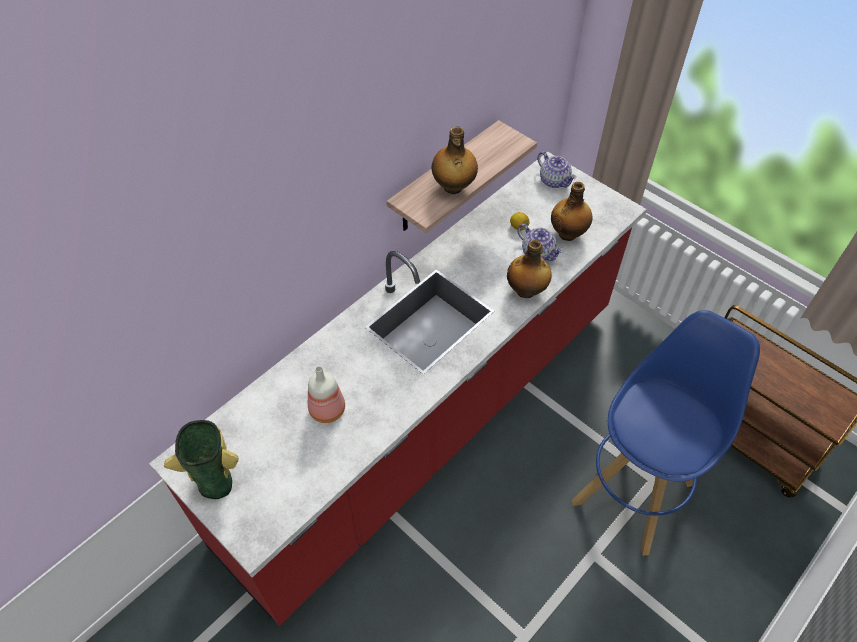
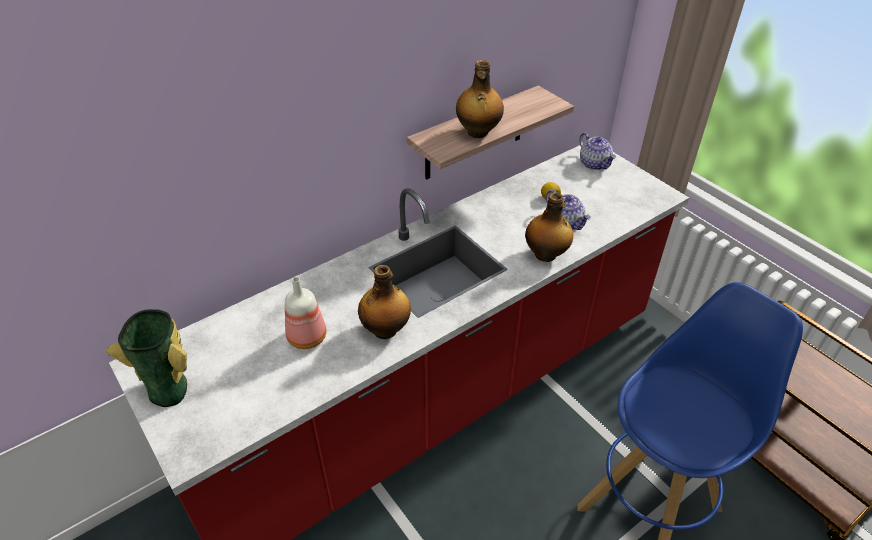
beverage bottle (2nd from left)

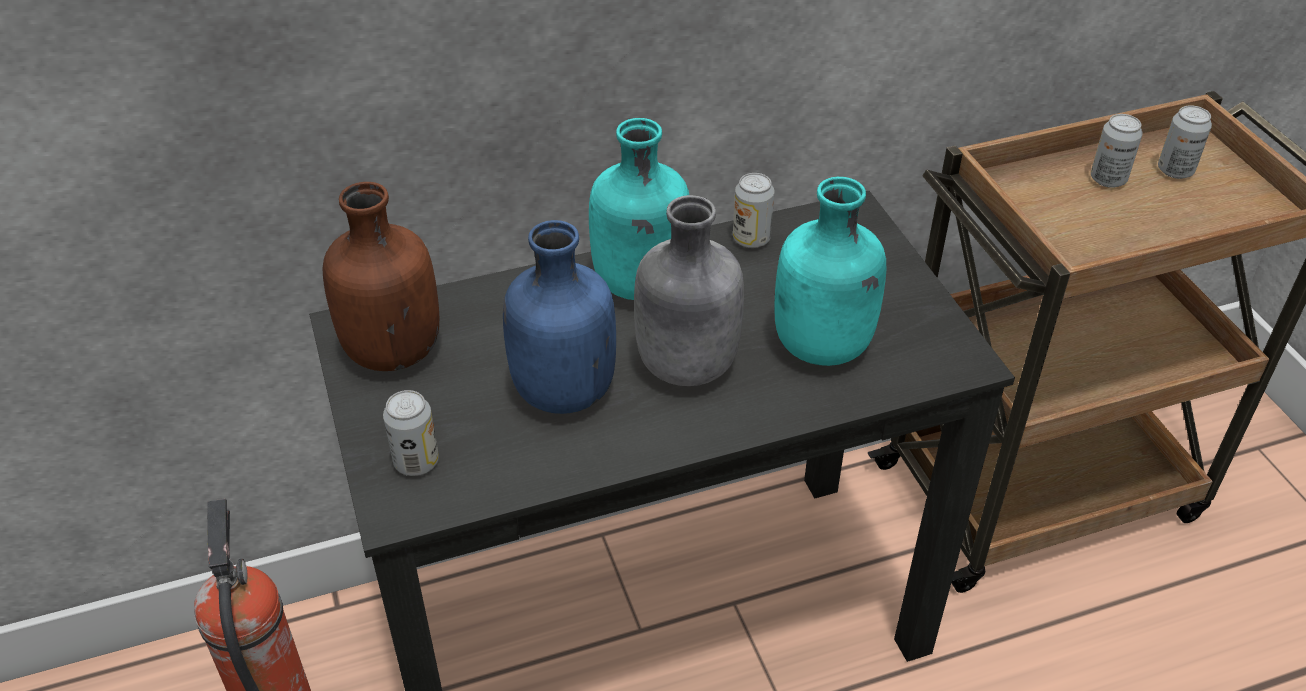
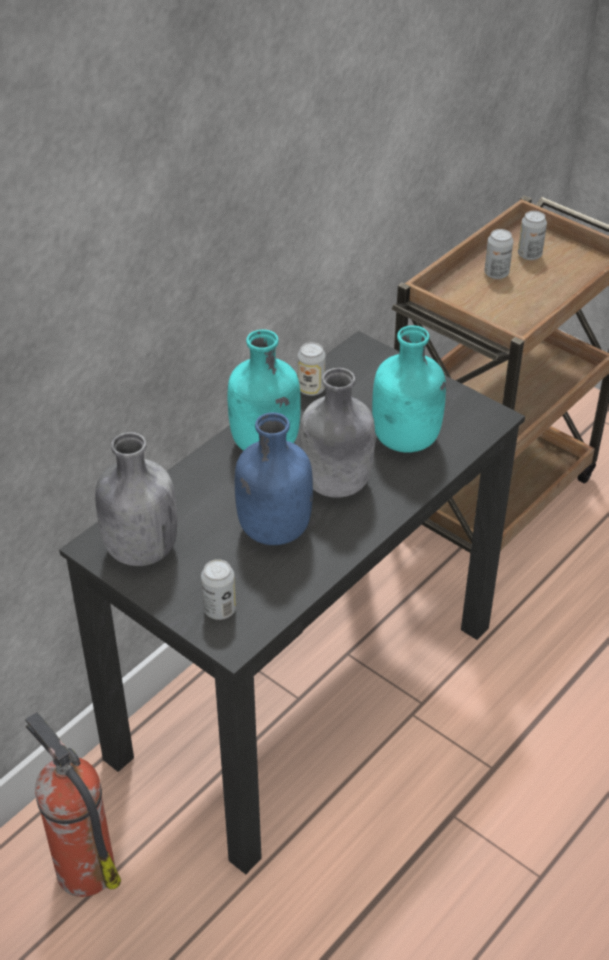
greyish beverage bottle (1st from left)

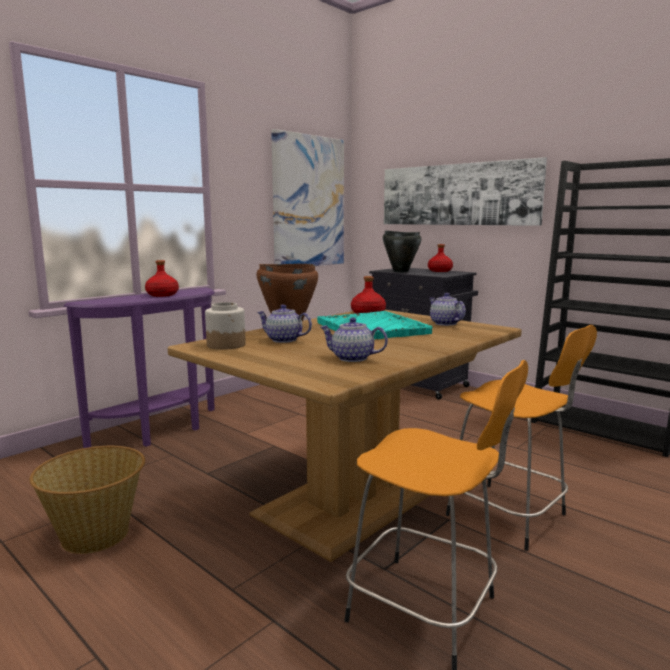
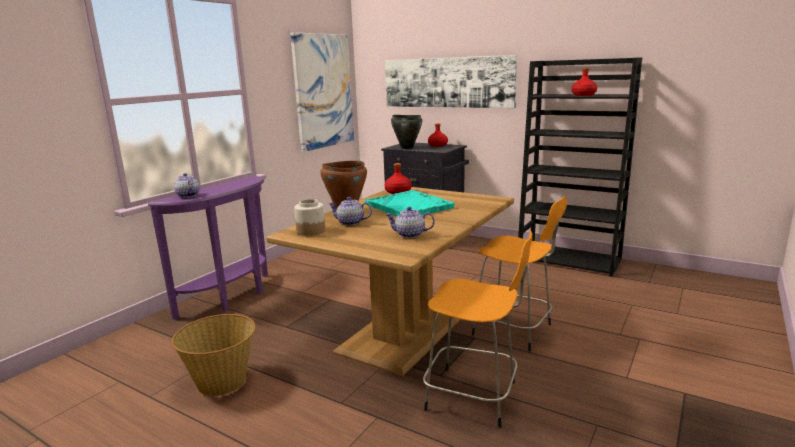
teapot (1st from left)
red beverage bottle (3rd from left)

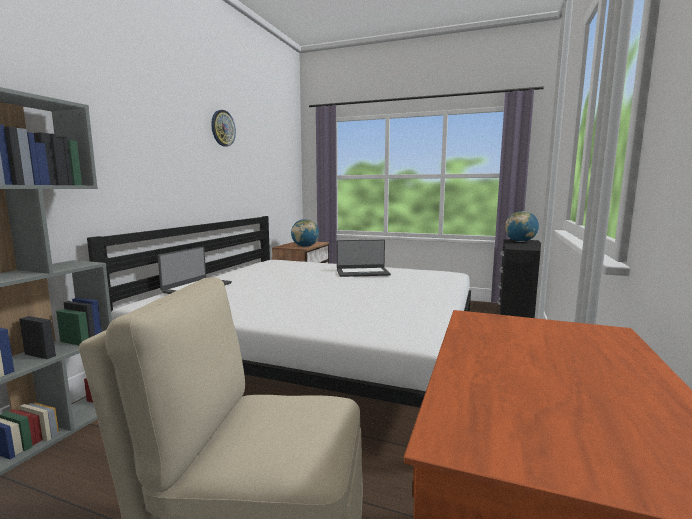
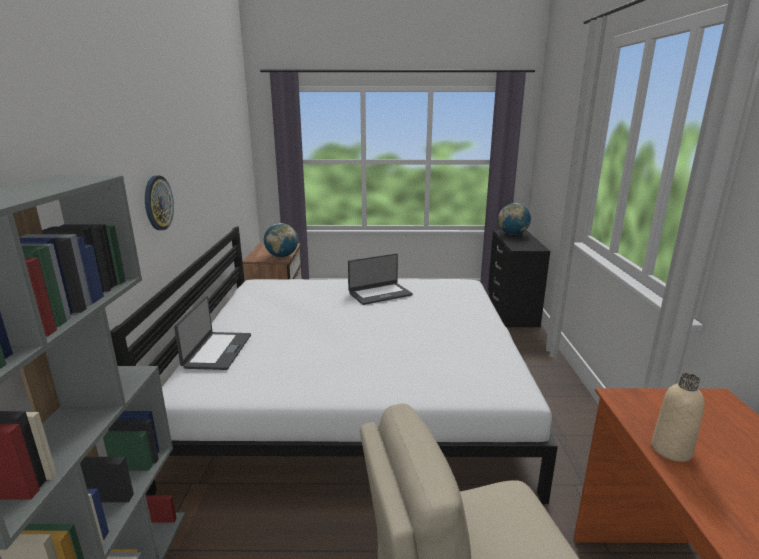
hanging clock
sand-coloured beverage bottle

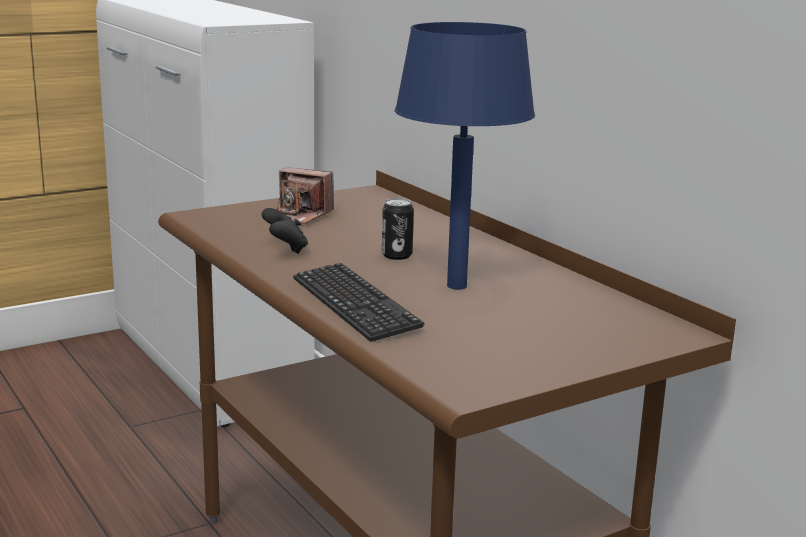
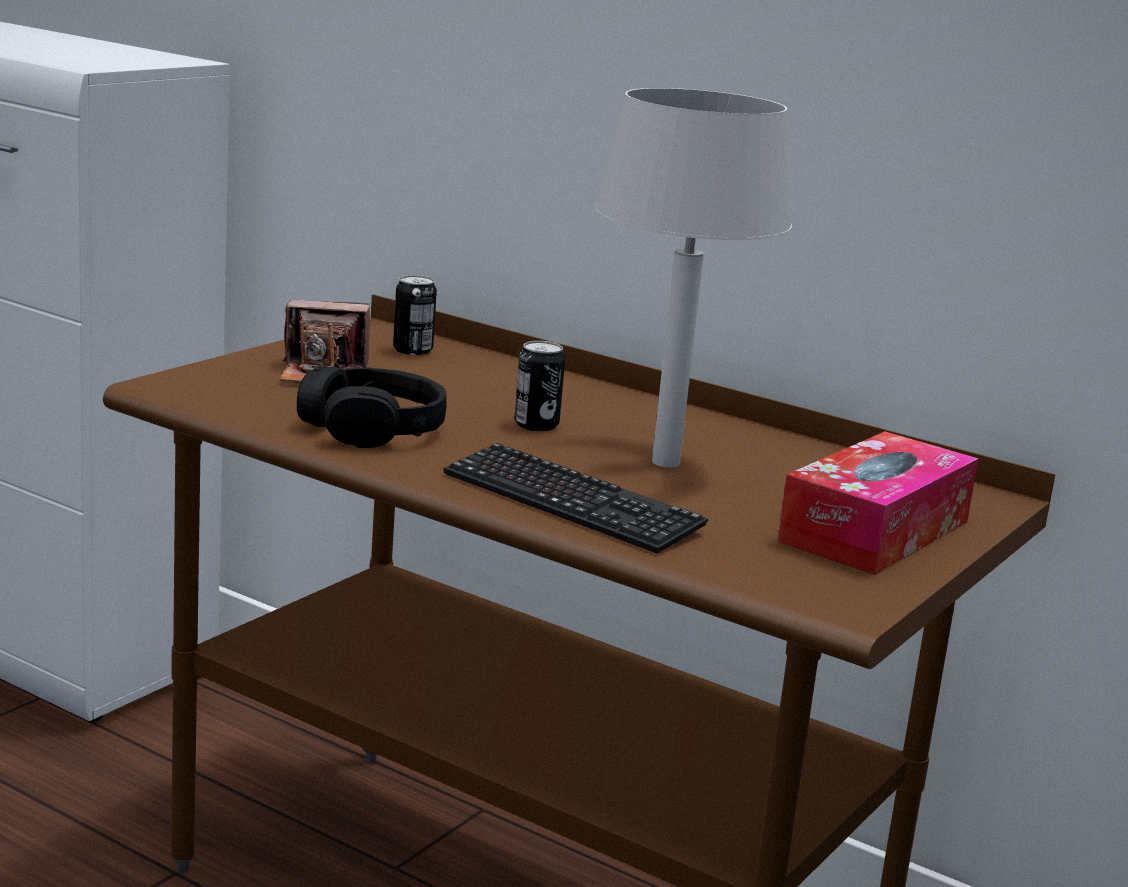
blackish headset
metal can (1st from left)
greyish table lamp
tissue holder

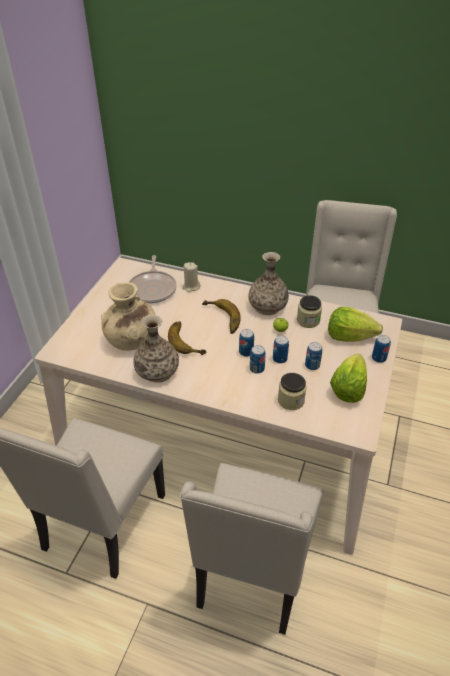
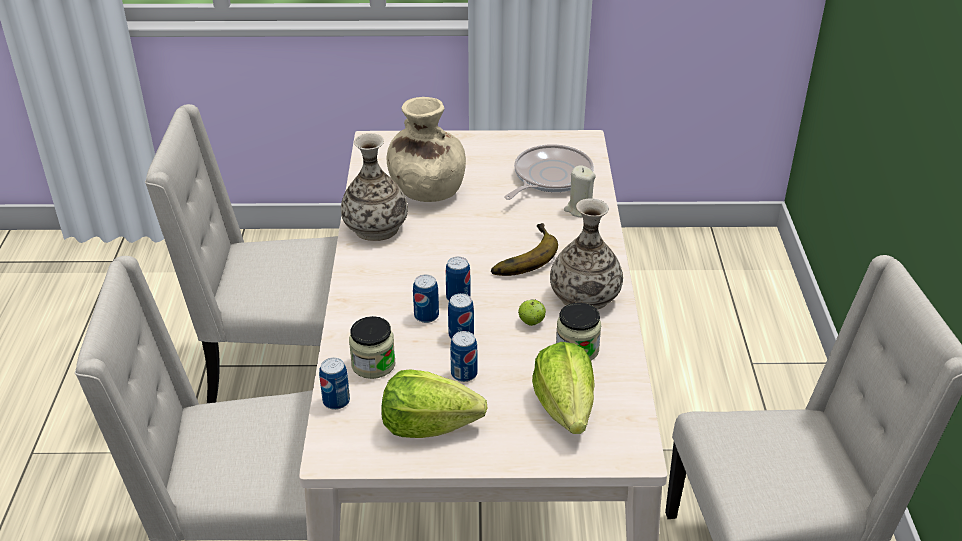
metal can (1st from left)
frying pan
banana fruit (1st from left in the first image)

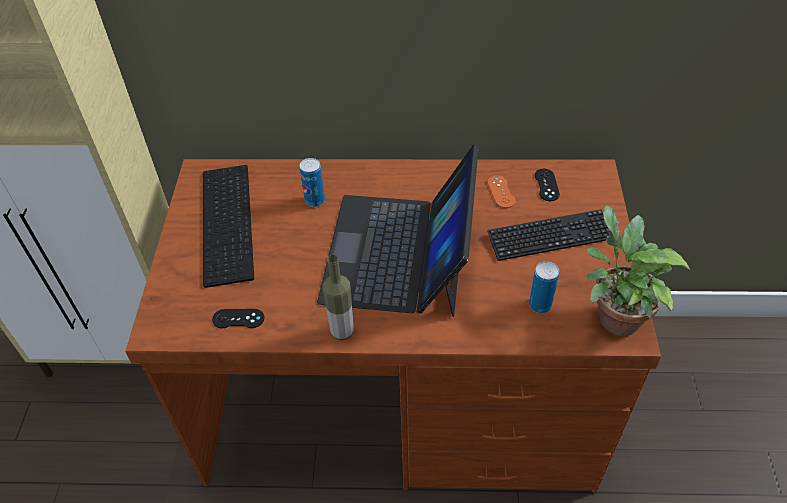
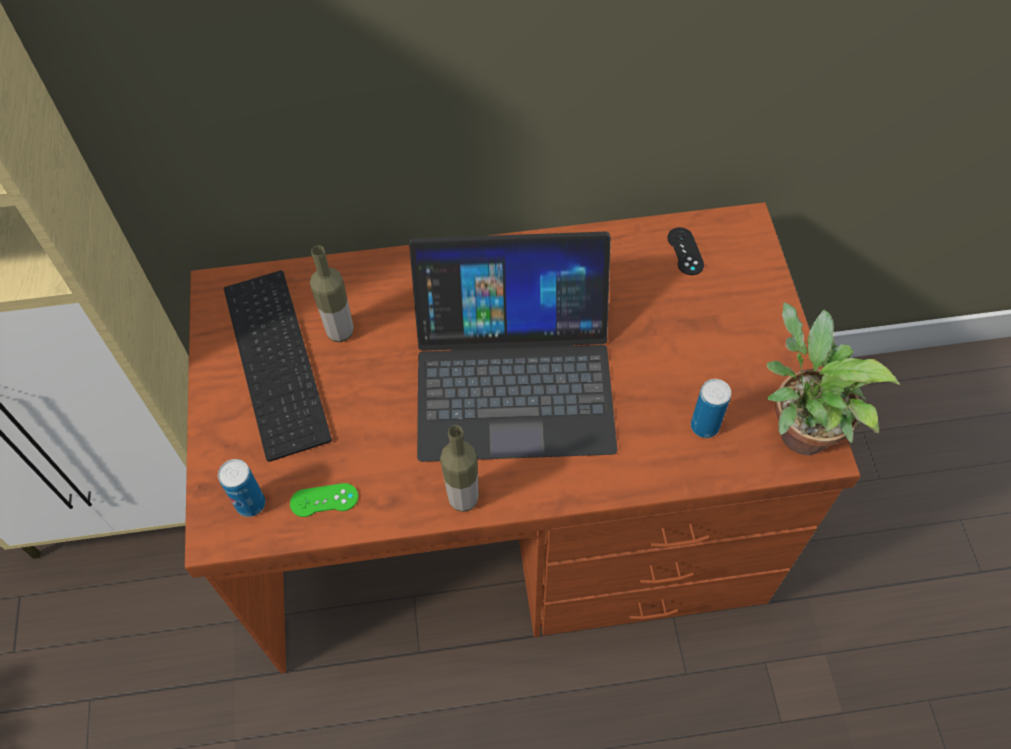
metal can (1st from left)
green game controller
beverage bottle (1st from left)
notebook computer
orange-coloured game controller
PC keyboard (2nd from left in the first image)

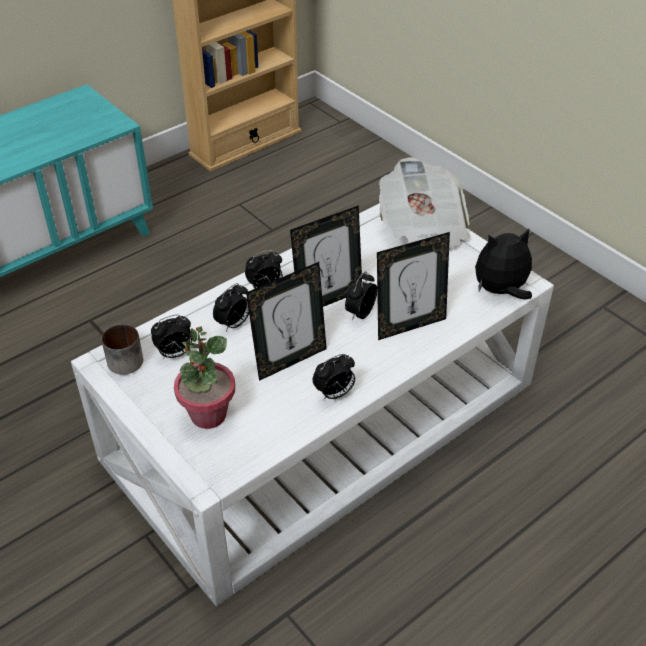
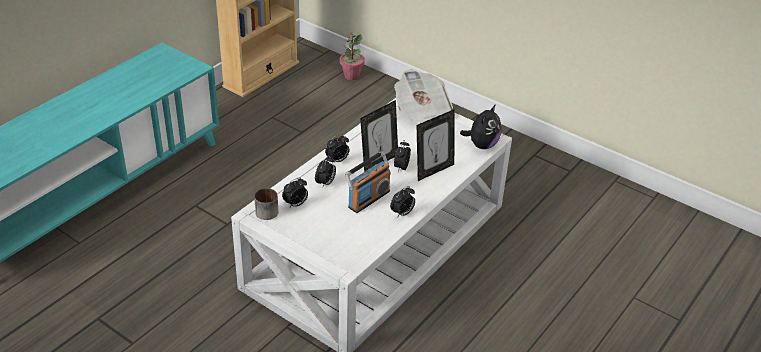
houseplant
radio
cuddly toy

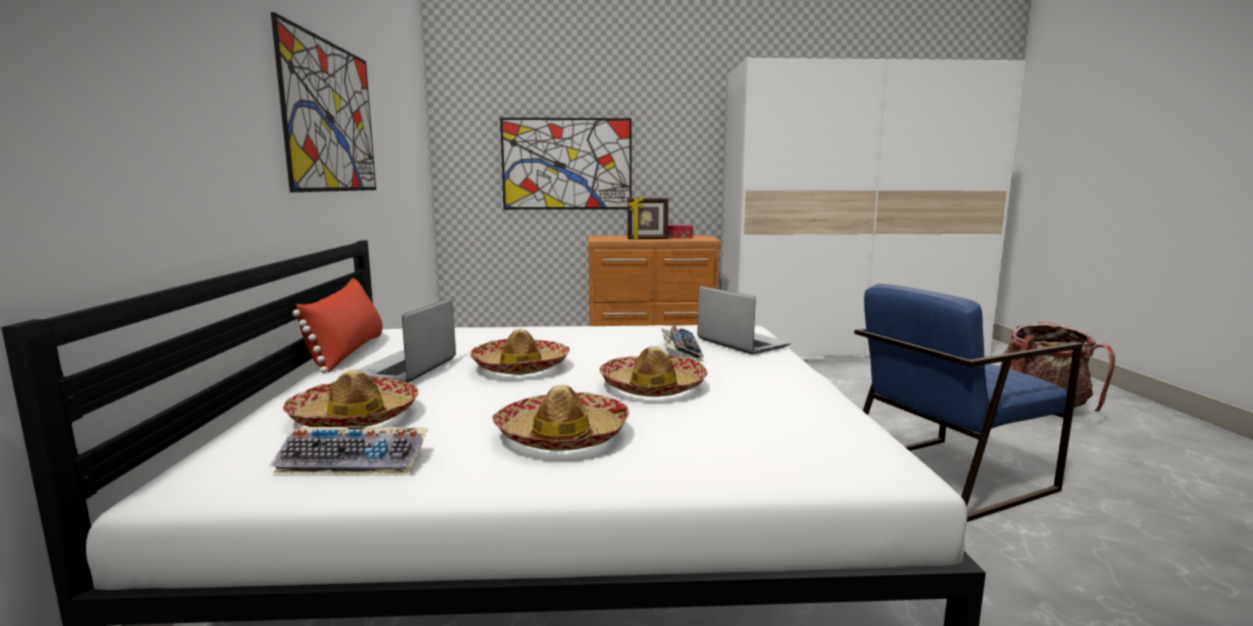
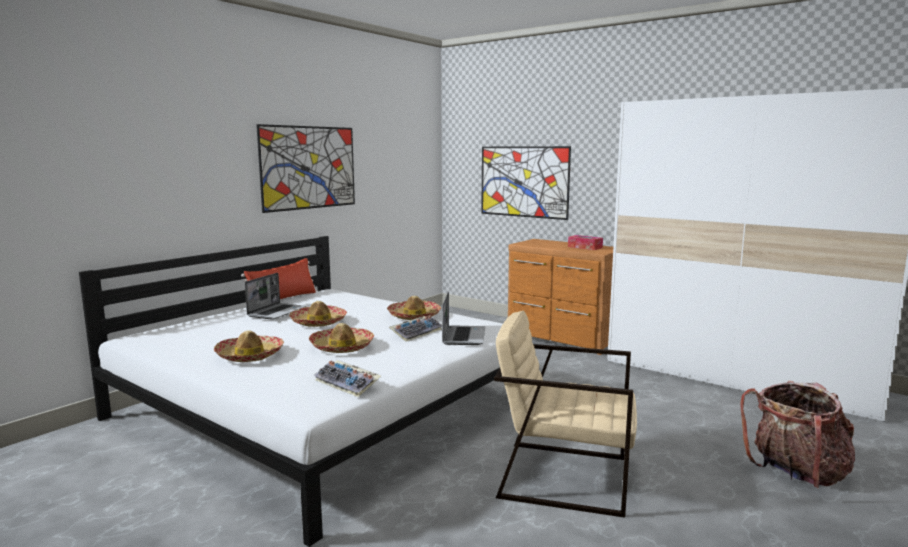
notebook computer (1st from left)
PC keyboard (1st from left)
clothing hat (4th from left)
sand-coloured lounge chair
standing frame

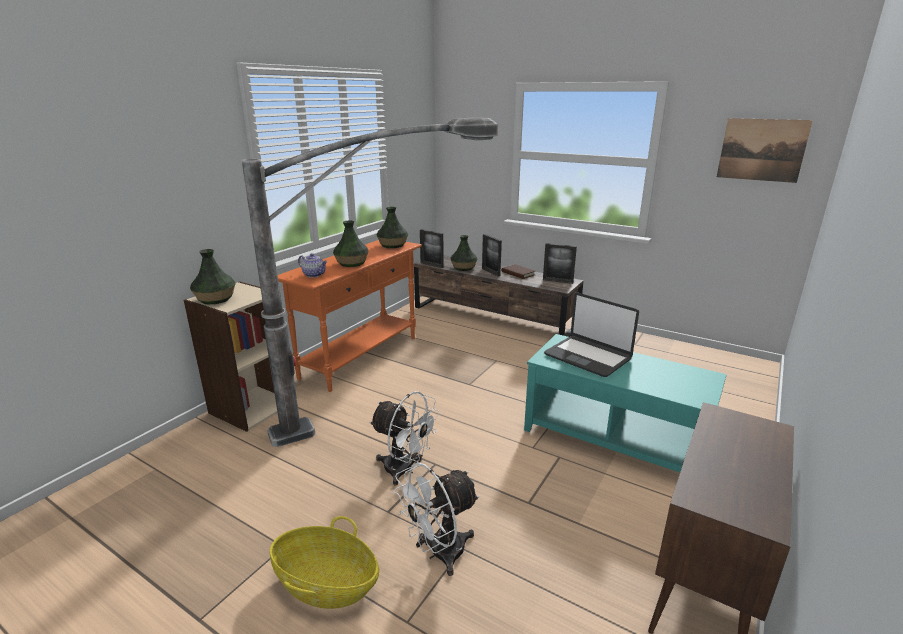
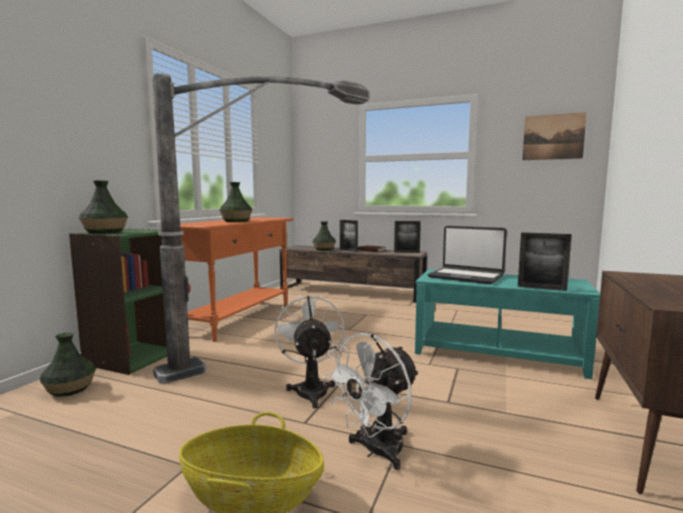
decorative vase (1st from left)
green bookshelf
white fan (1st from left)
standing frame (3rd from left)
teapot

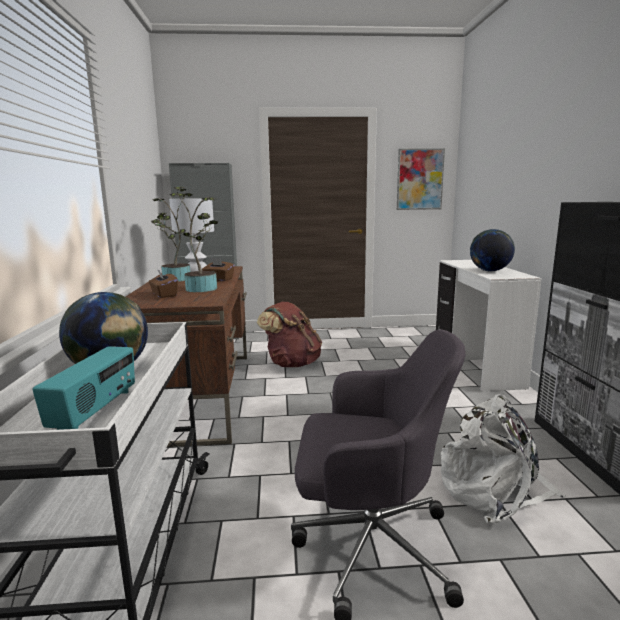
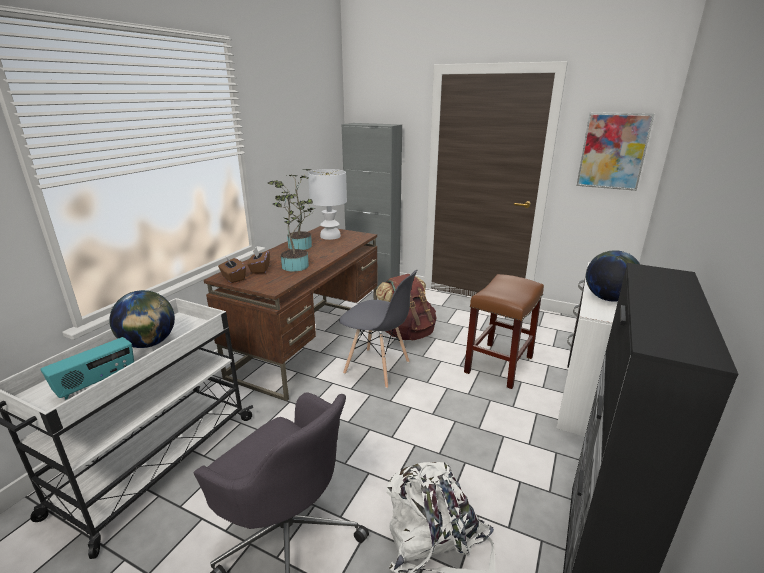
brownish tissue holder (1st from left)
greyish plain chair
brownish stool seat

